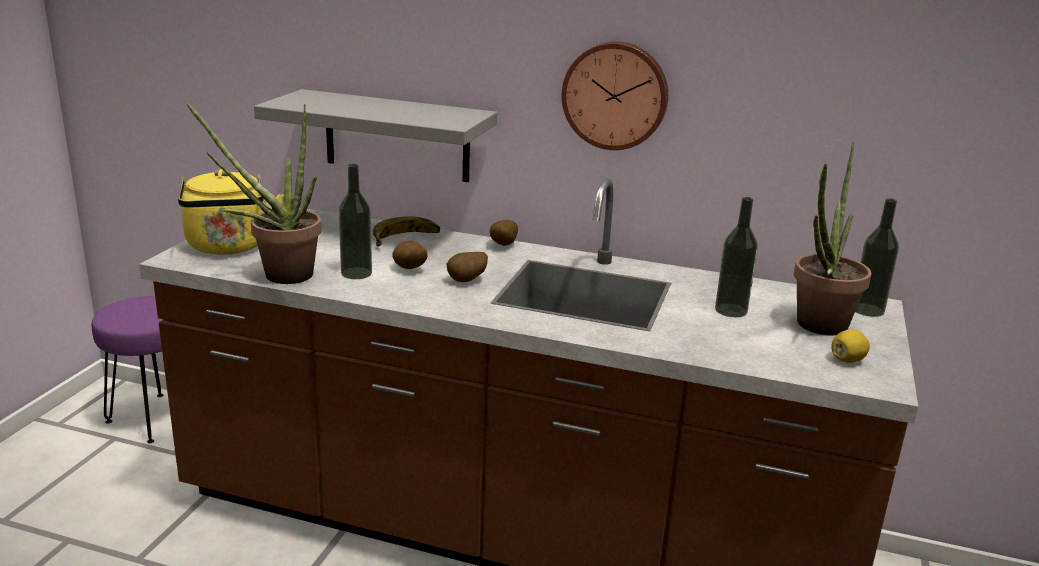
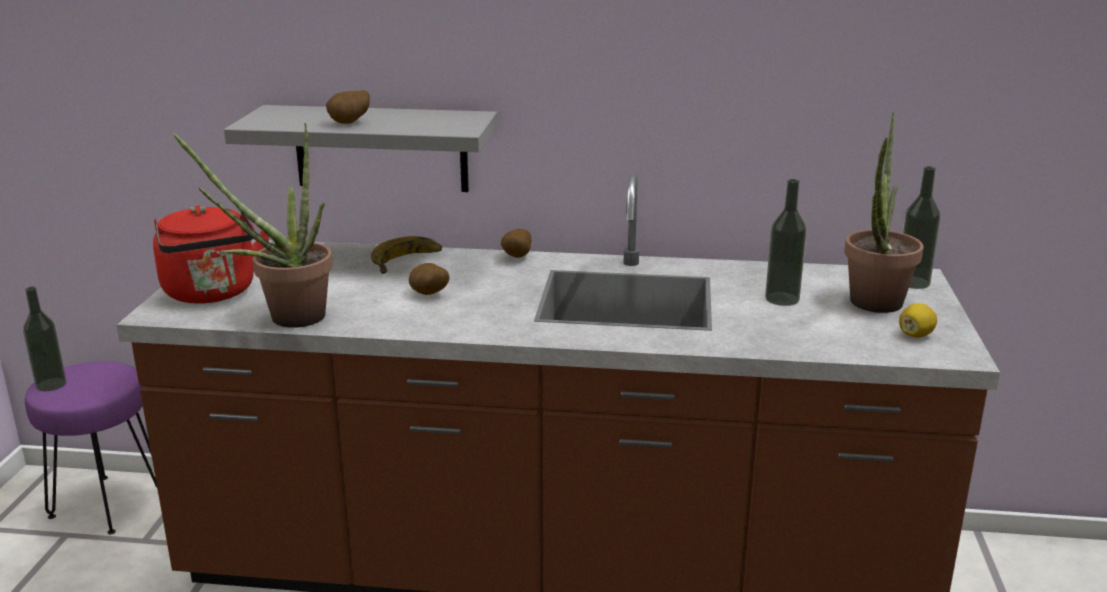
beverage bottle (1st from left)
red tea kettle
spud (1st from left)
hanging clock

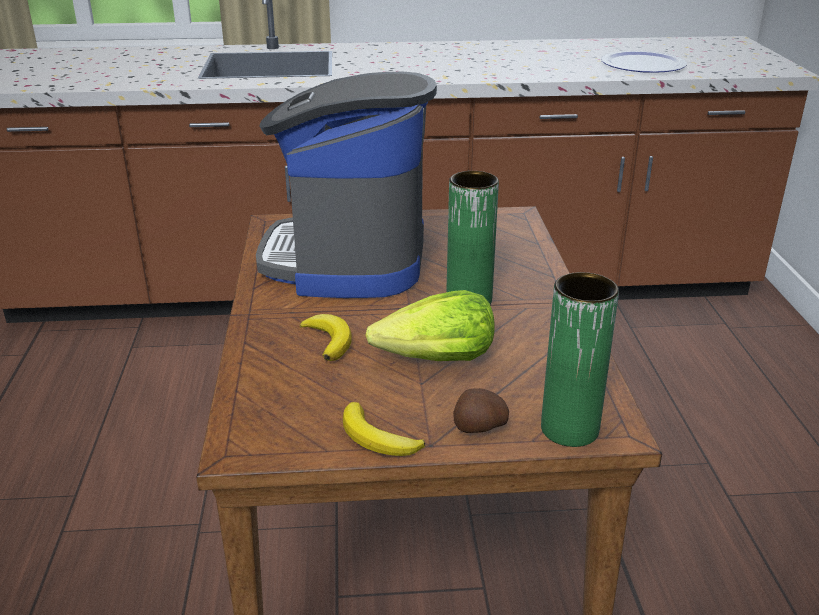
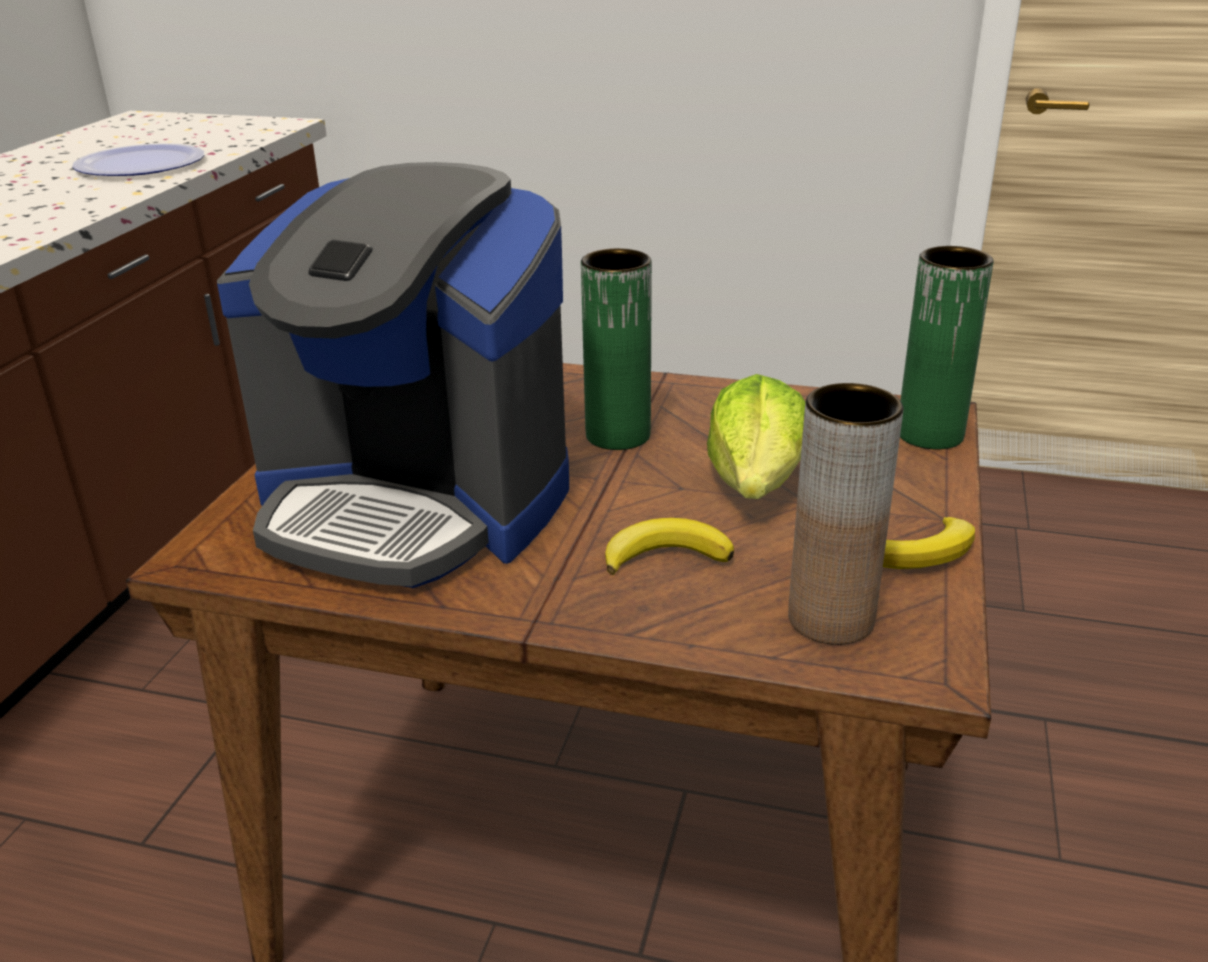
brownish decorative vase
spud

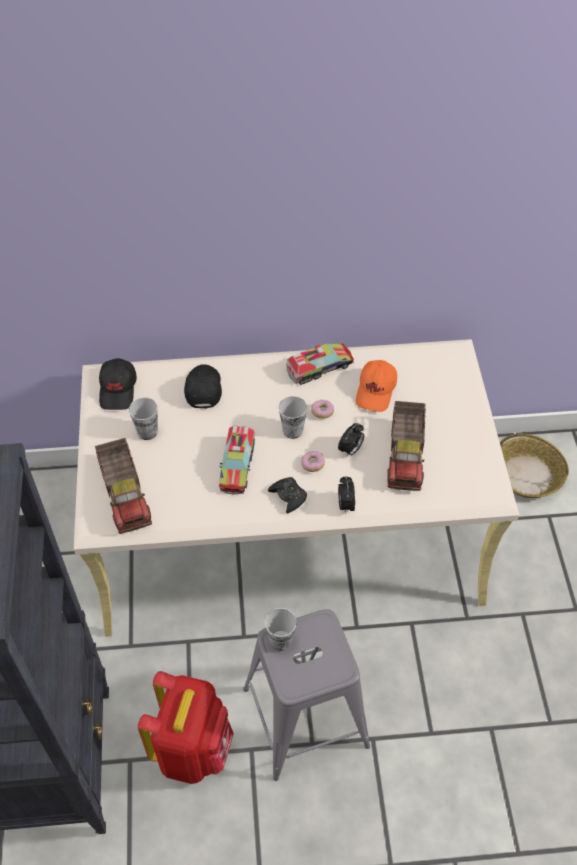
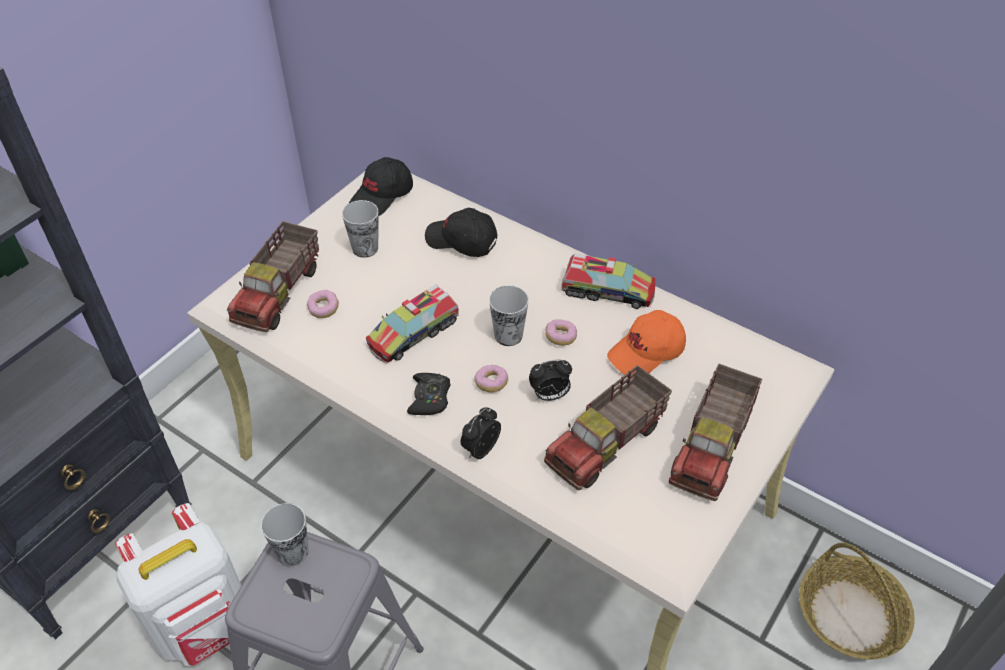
white backpack
doughnut (1st from left)
blackish peaked cap (2nd from left)
model truck (5th from left)

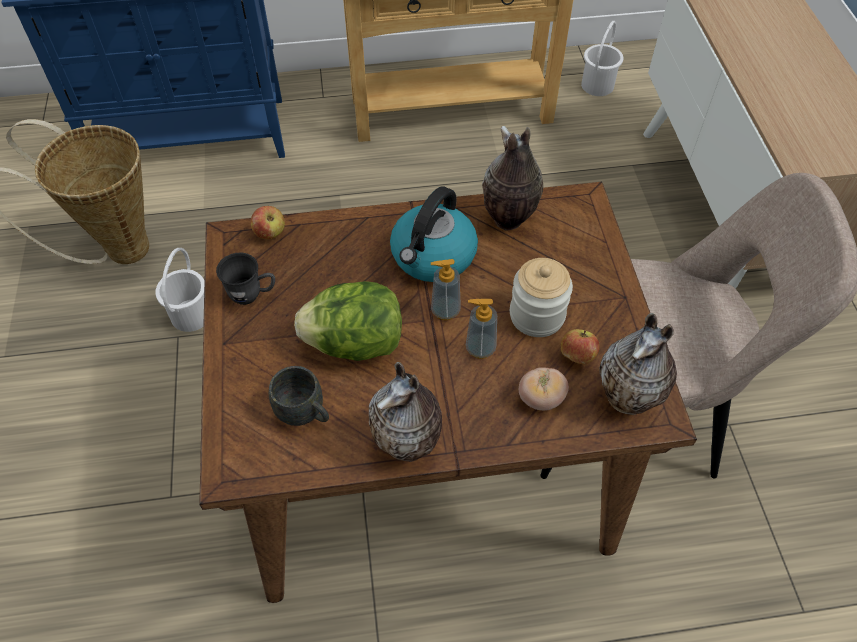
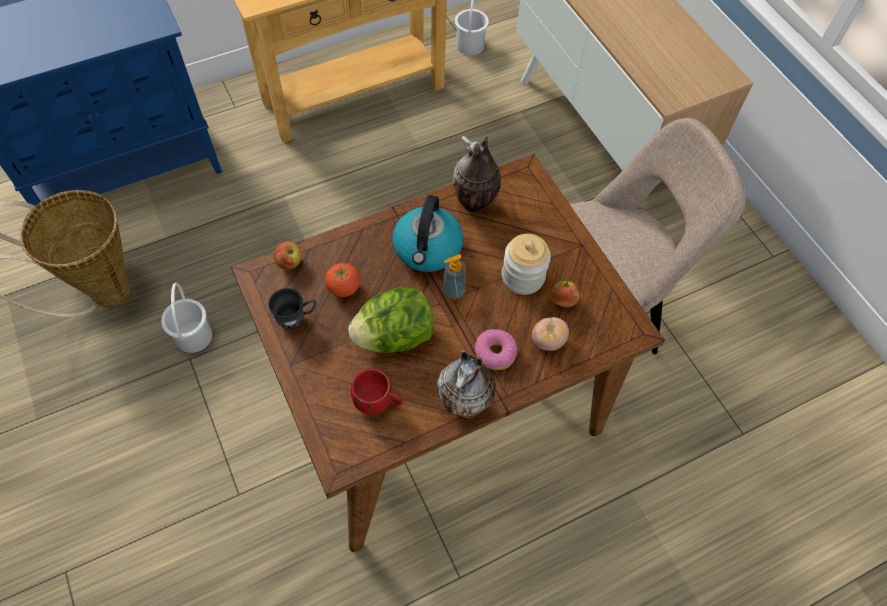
fresh tomato (1st from left)
red mug
doughnut
soap bottle (2nd from left in the first image)
decorative vase (3rd from left in the first image)

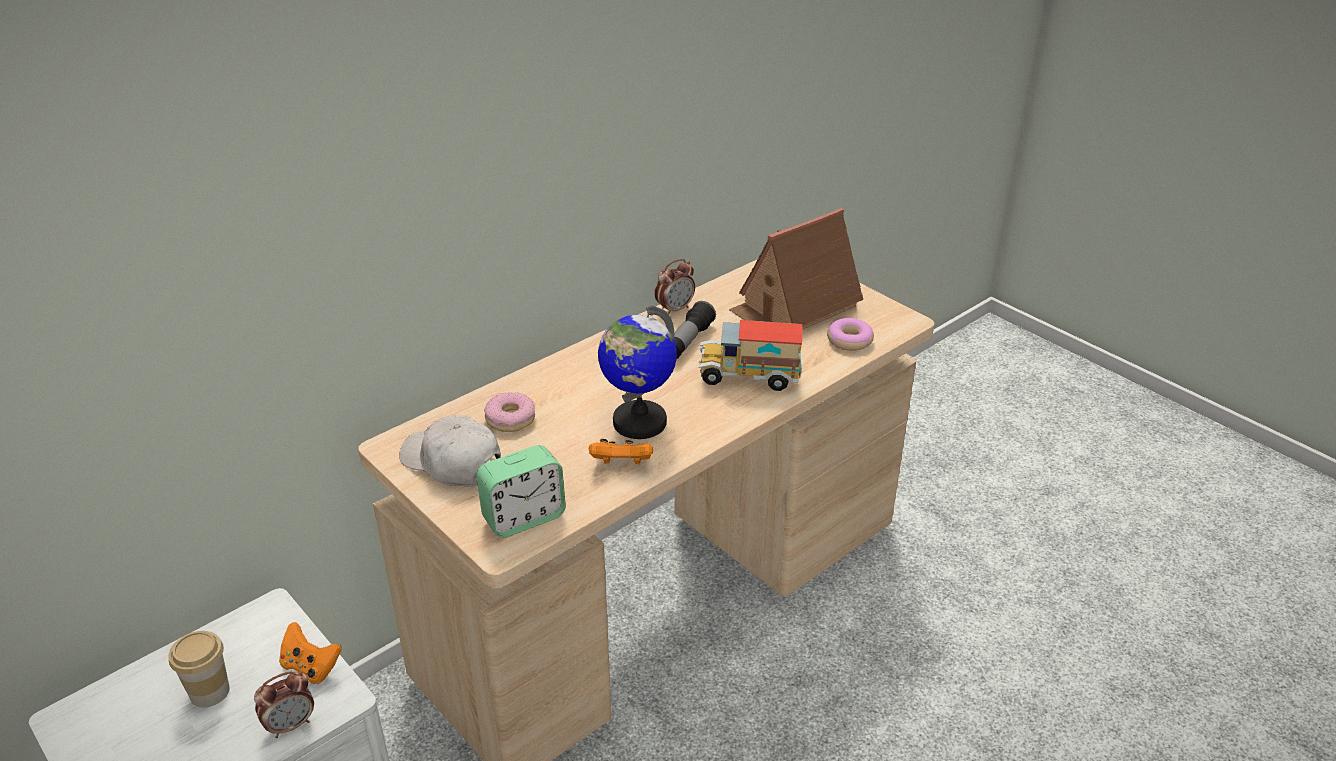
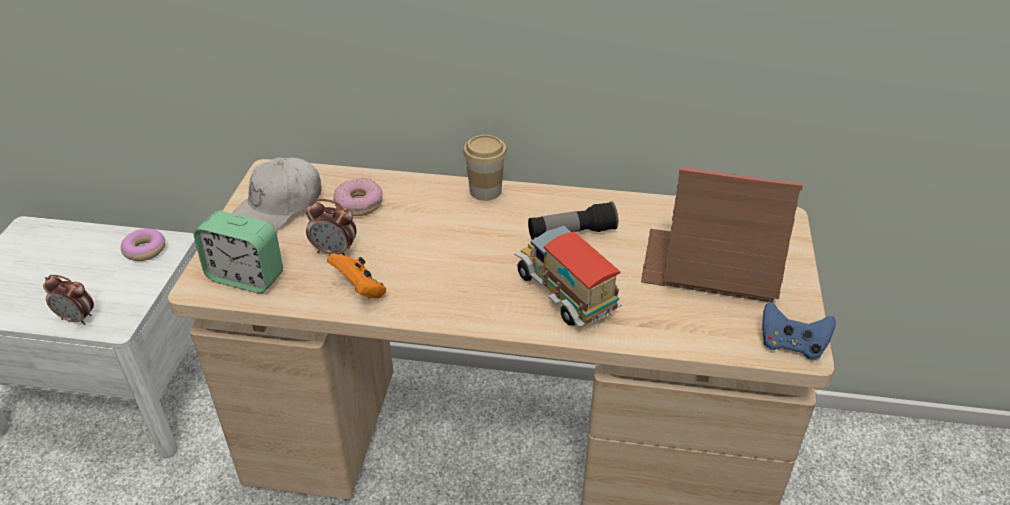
doughnut (1st from left)
white peaked cap
table clock (3rd from left)
small cup
blue game controller
orange-coloured game controller (1st from left in the first image)
world globe

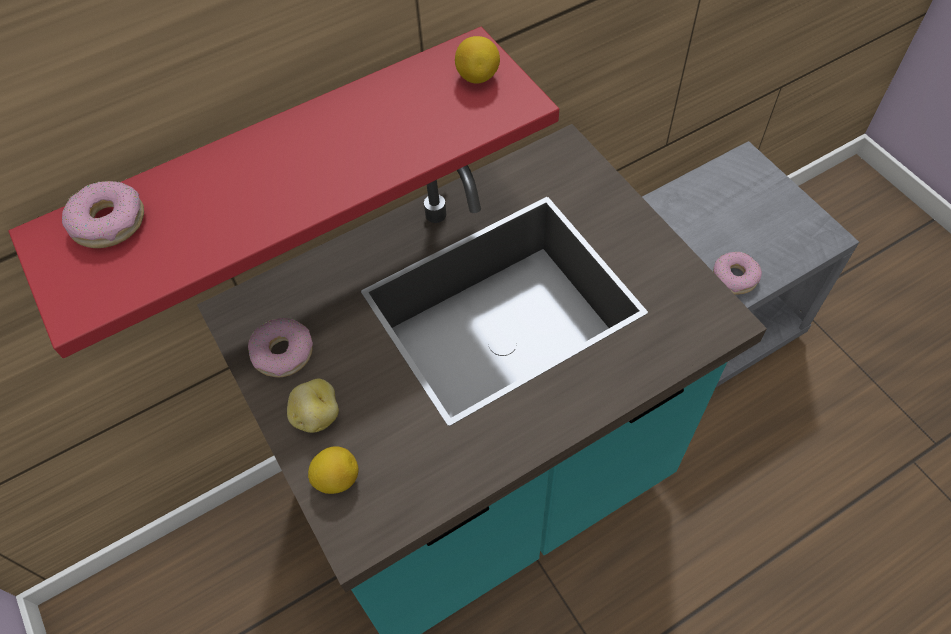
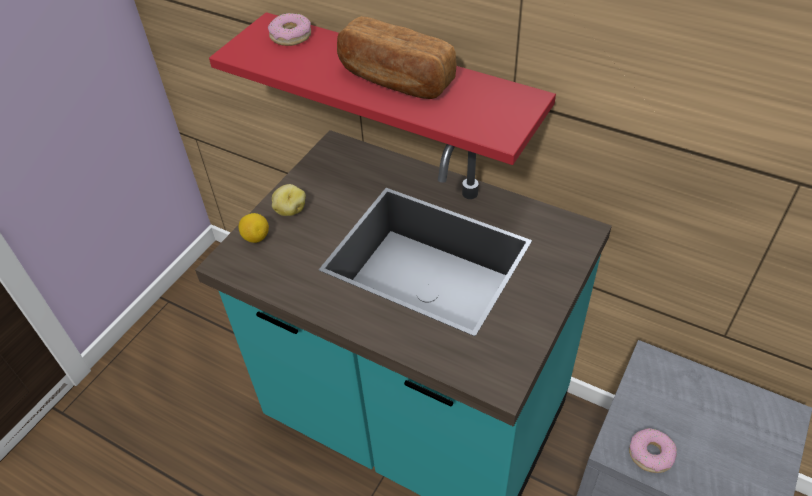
baked bread
doughnut (2nd from left in the first image)
citrus fruit (2nd from left in the first image)

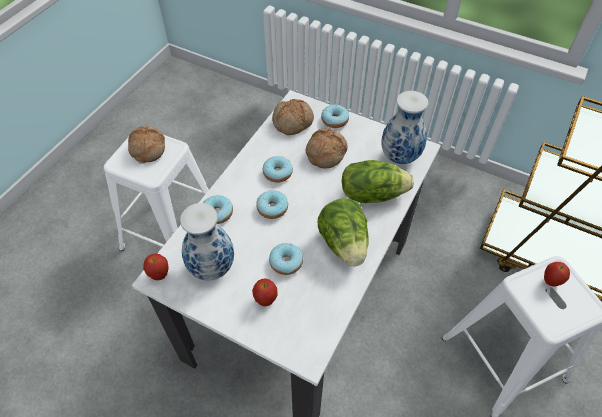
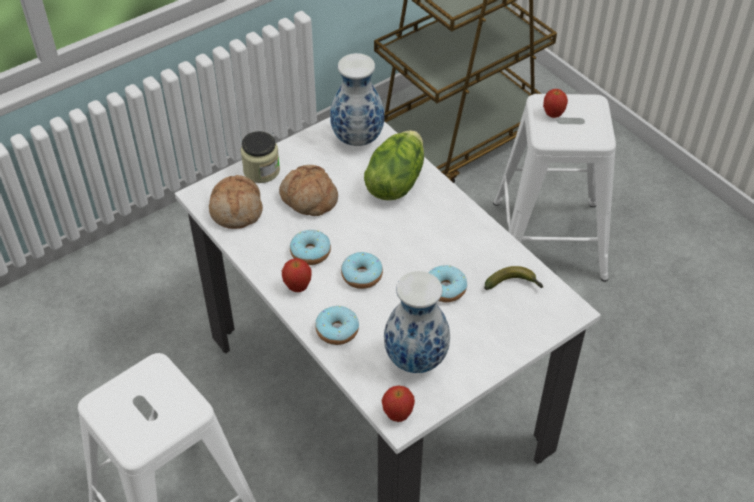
storage jar
apple (1st from left)
banana fruit
baked bread (1st from left in the first image)
head of lettuce (1st from left in the first image)

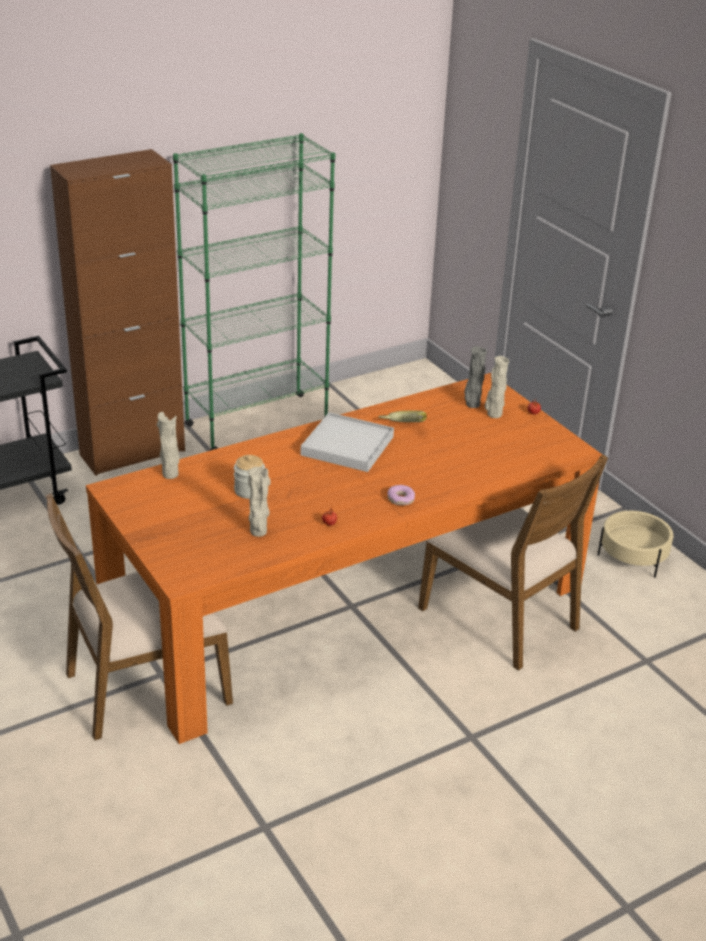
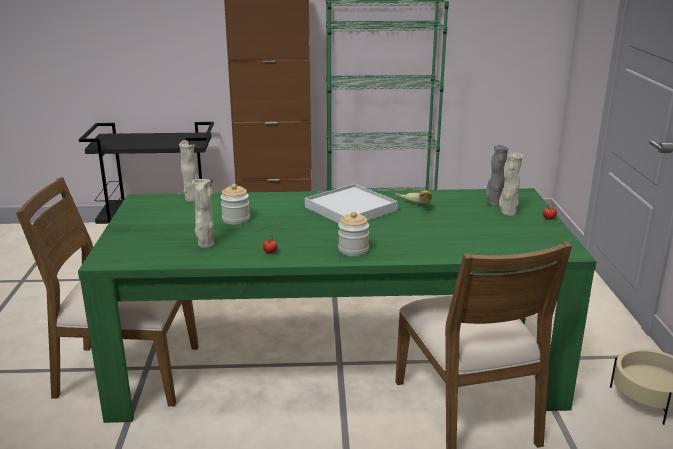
green dining table
storage jar (2nd from left)

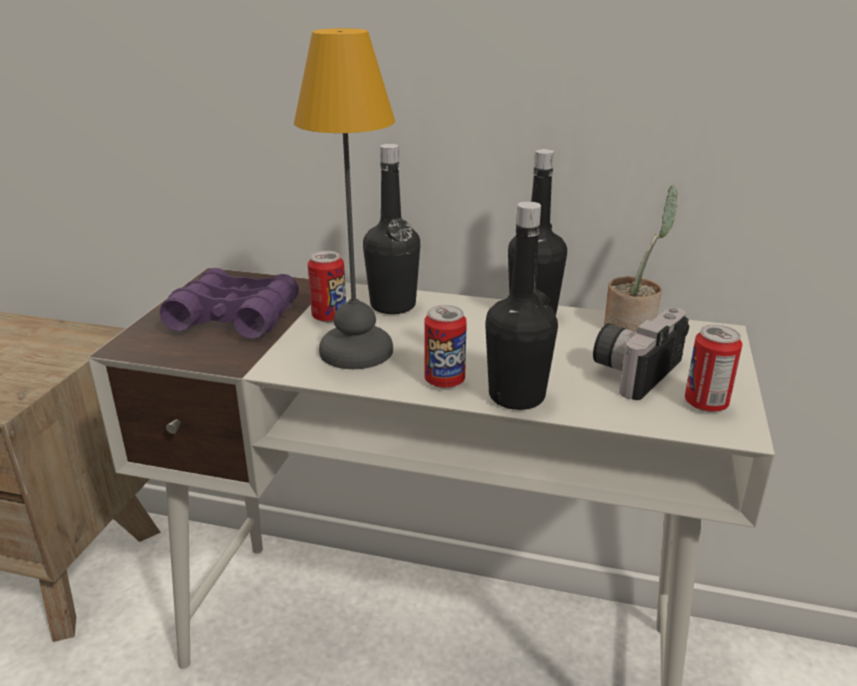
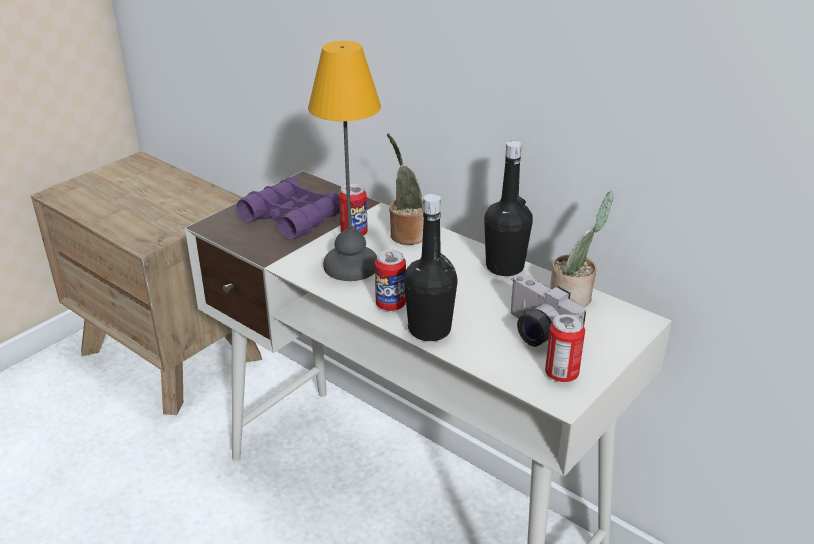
houseplant (1st from left)
photo camera

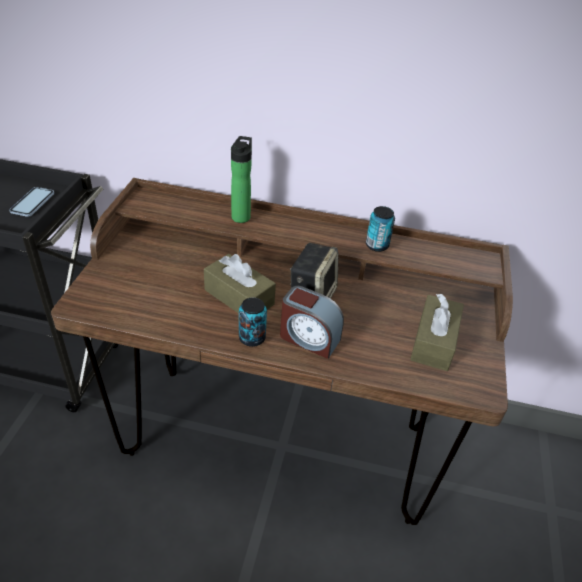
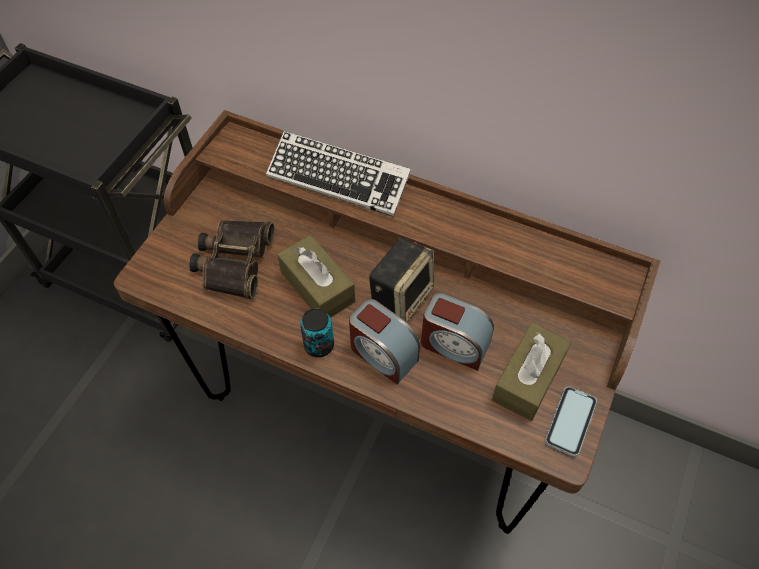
pair of binoculars
PC keyboard
table clock (2nd from left)
telephone
metal can (2nd from left in the first image)

